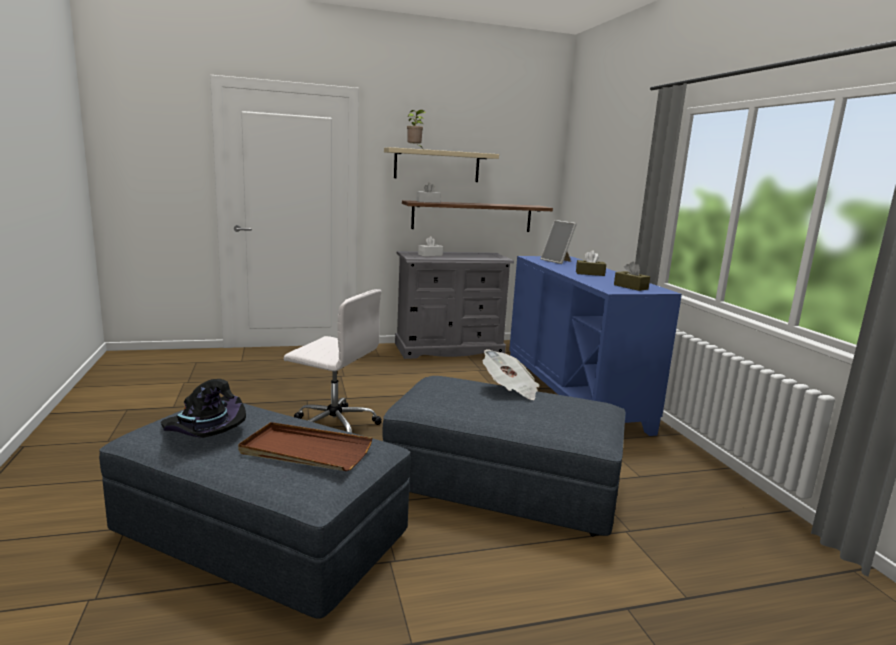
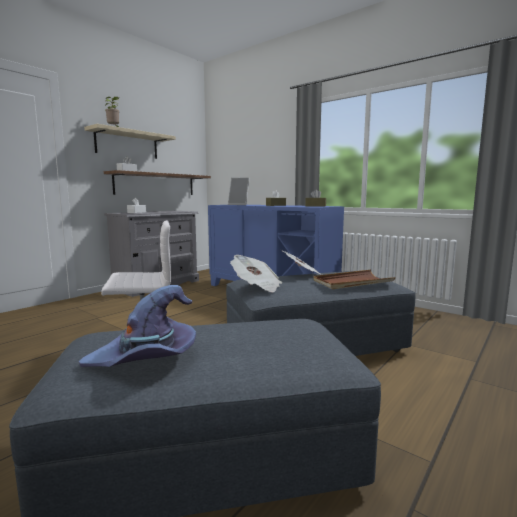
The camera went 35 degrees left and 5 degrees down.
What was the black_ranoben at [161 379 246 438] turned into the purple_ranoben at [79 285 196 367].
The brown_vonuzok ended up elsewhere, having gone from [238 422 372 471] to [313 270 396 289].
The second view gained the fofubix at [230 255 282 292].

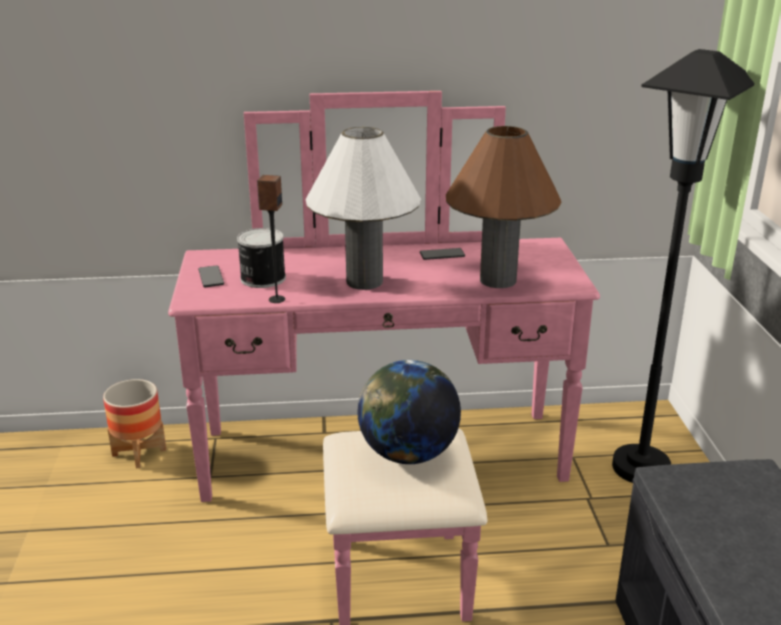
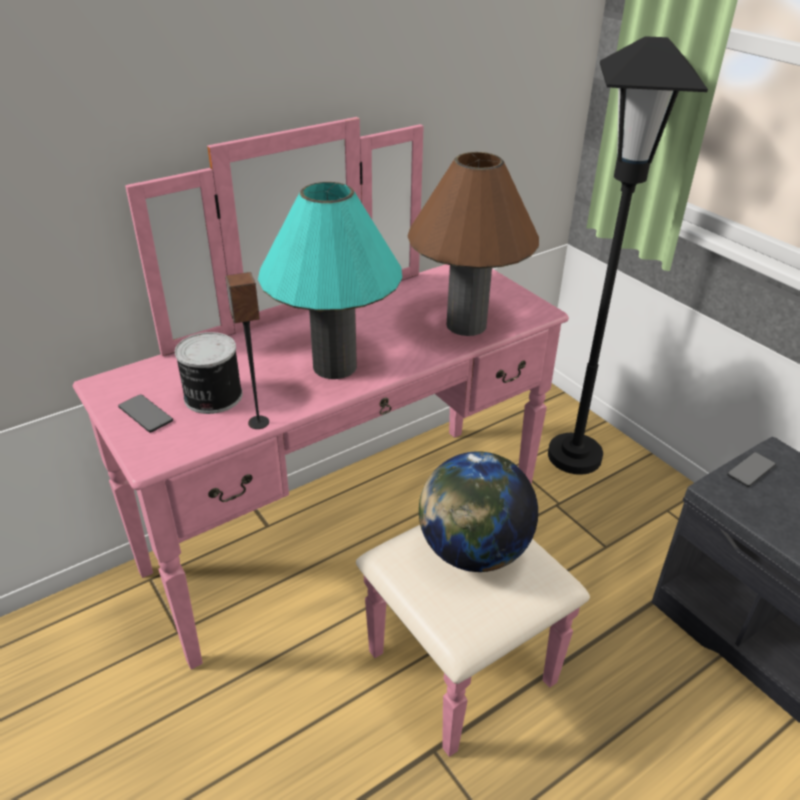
The camera went 30 degrees left and 10 degrees up.
What was the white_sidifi at [306 127 421 290] turned into the turquoise_sidifi at [258 182 402 379].
The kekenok ended up elsewhere, having gone from [420 248 465 260] to [727 452 776 487].
The second view lost the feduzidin at [103 379 166 468].

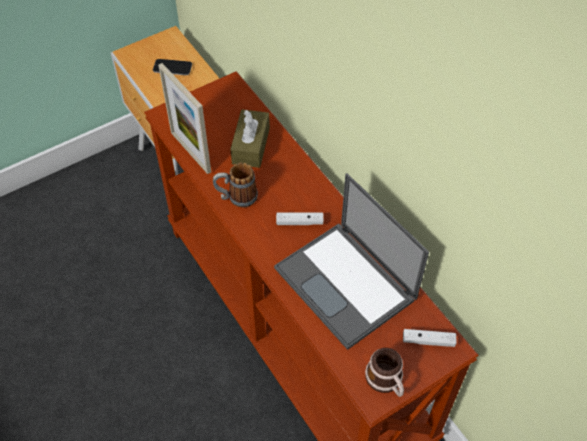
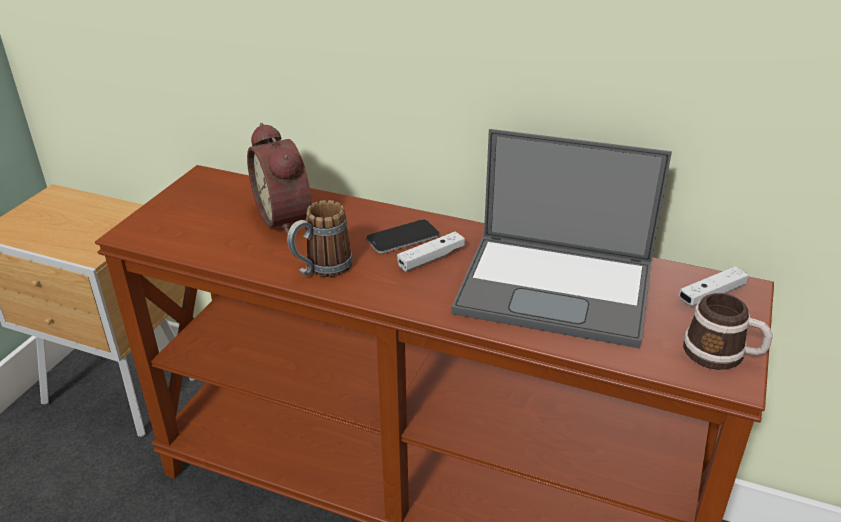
The camera went 35 degrees left and 20 degrees down.
The kekenok ended up elsewhere, having gone from [153 59 192 75] to [366 220 440 254].
The second view lost the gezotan at [158 63 211 174].
Where the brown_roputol stood at [230 109 270 168], the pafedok came to stand at [247 123 312 235].

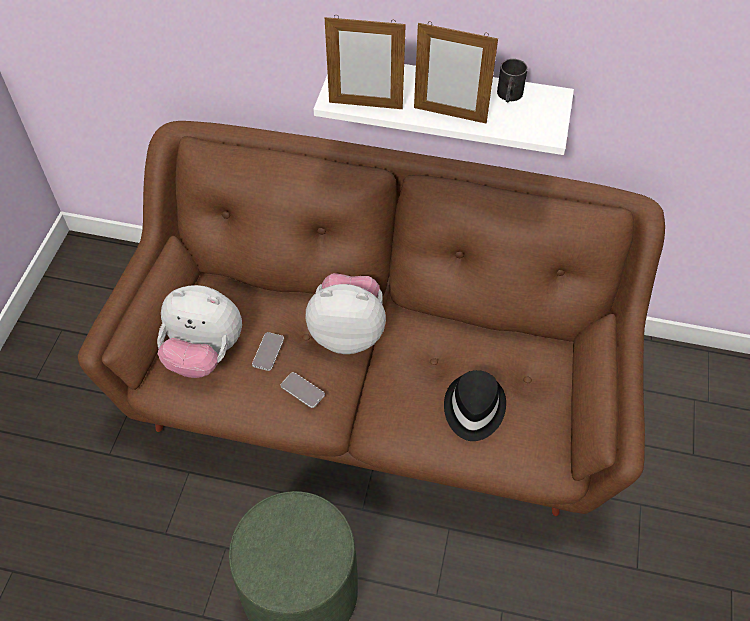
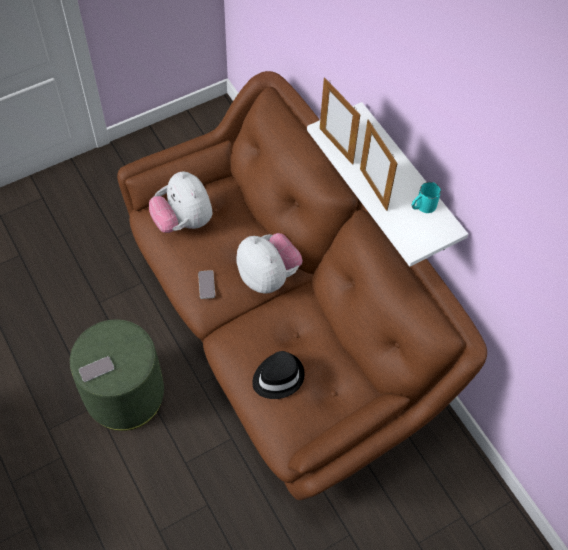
The camera went 45 degrees right and 5 degrees up.
What was the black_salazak at [497 59 528 102] turned into the turquoise_salazak at [411 182 441 213].
The kekenok ended up elsewhere, having gone from [252 332 284 371] to [79 356 114 382].

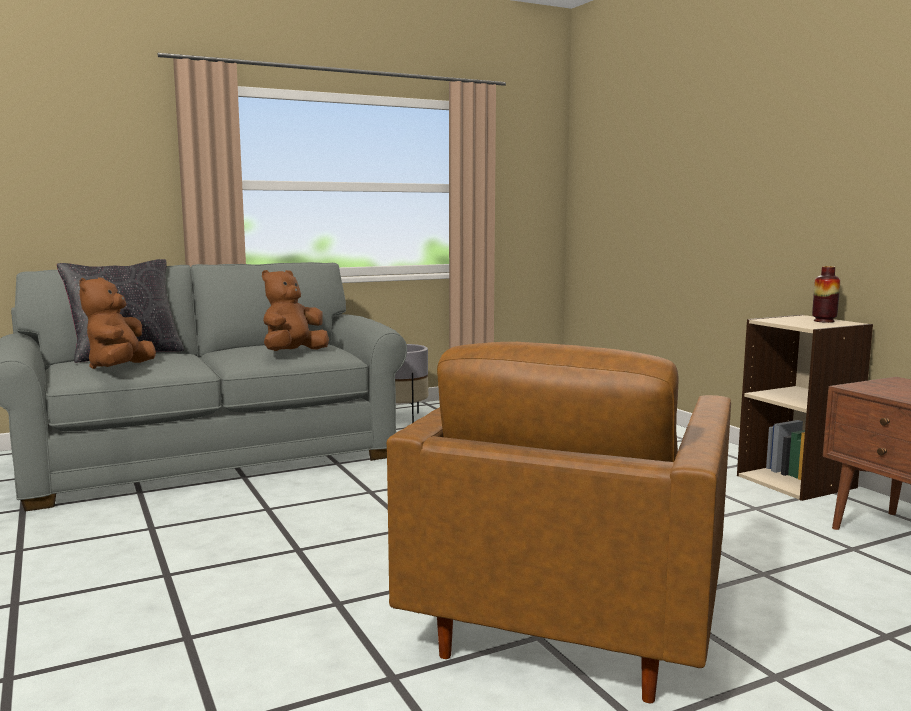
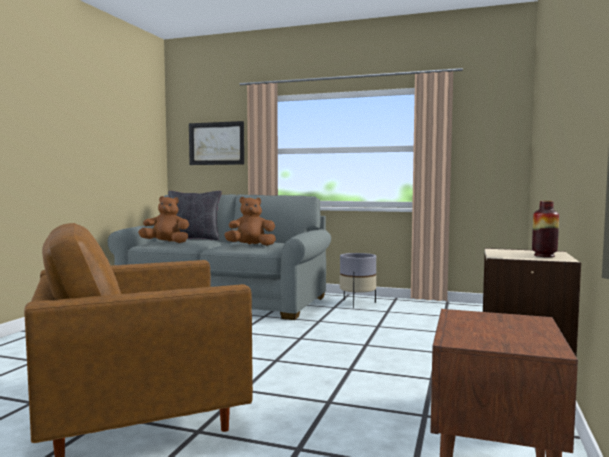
The camera went 45 degrees right and 5 degrees down.
The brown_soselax at [79 277 156 369] ended up facing another way, 45 degrees clockwise from before.
The second view gained the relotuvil at [189 121 244 165].

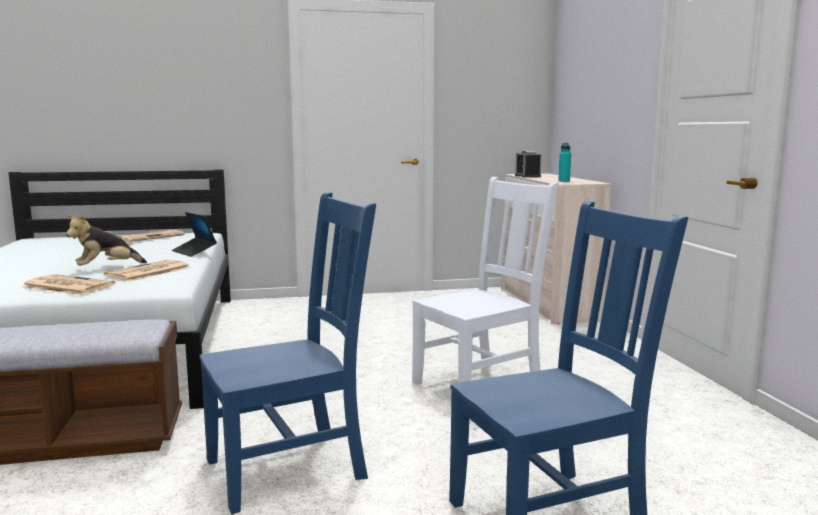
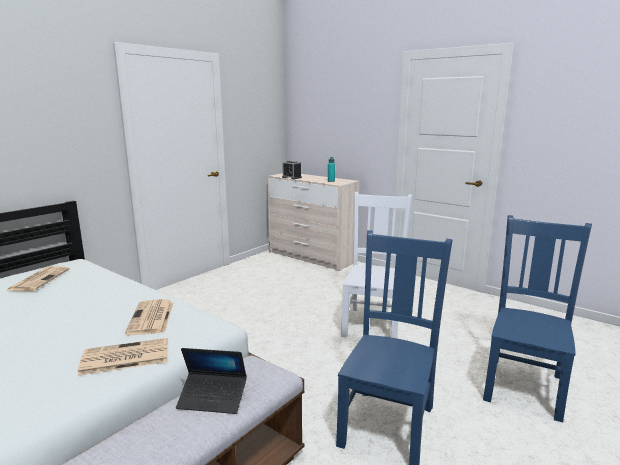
The camera went 40 degrees left and 5 degrees up.
The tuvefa ended up elsewhere, having gone from [172 212 217 257] to [176 348 247 414].
The second view lost the soselax at [66 214 147 266].

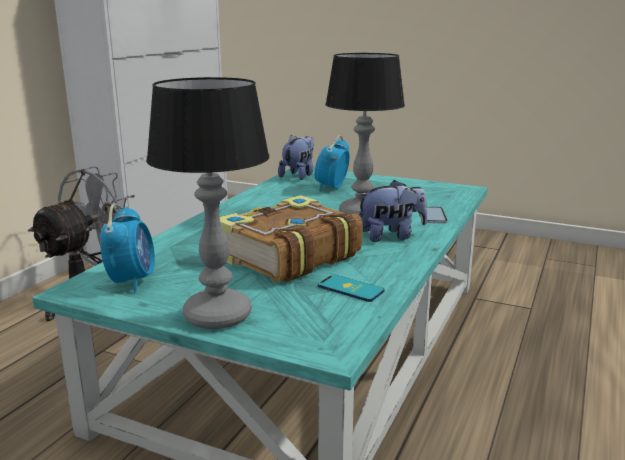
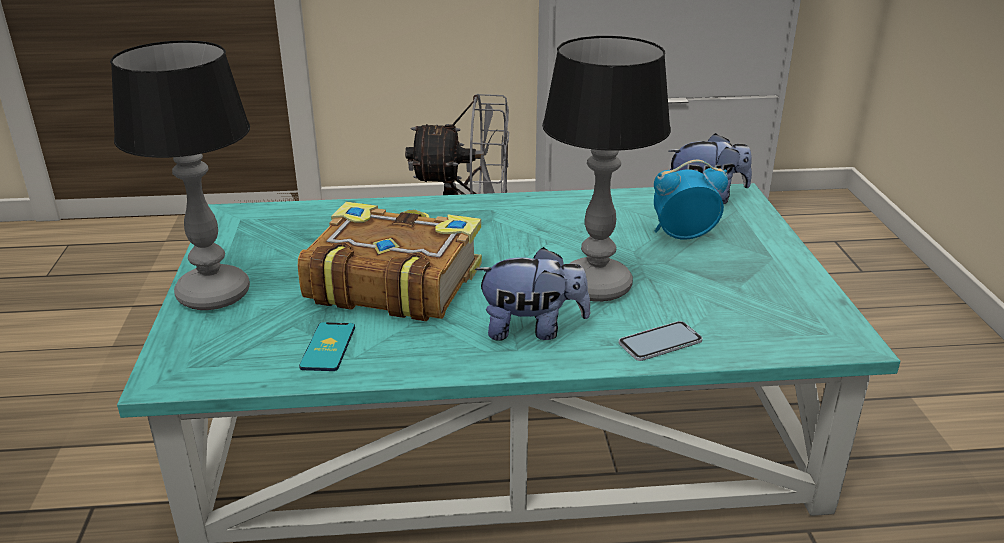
The camera went 60 degrees right and 10 degrees up.
The soselax at [357 180 427 242] ended up facing another way, 45 degrees counterclockwise from before.
The second view lost the pafedok at [100 203 155 293].

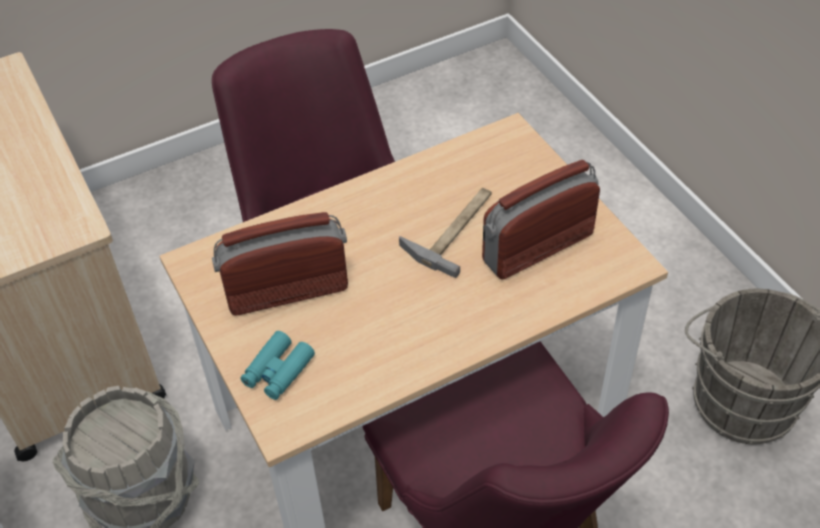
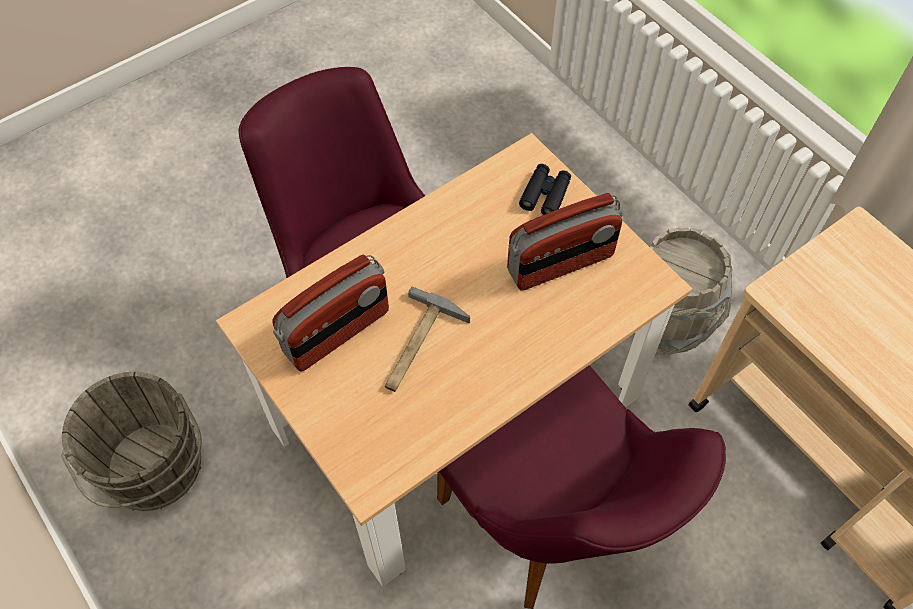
The camera went 170 degrees right and 10 degrees up.
What was the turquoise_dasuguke at [241 331 315 400] turned into the black_dasuguke at [519 164 571 215].

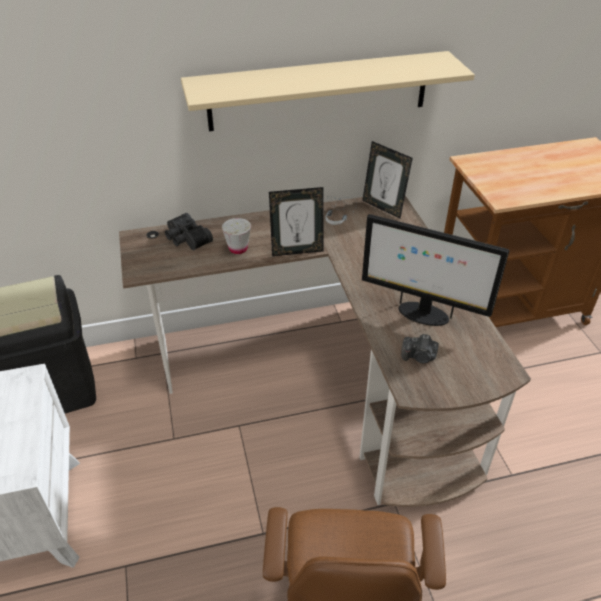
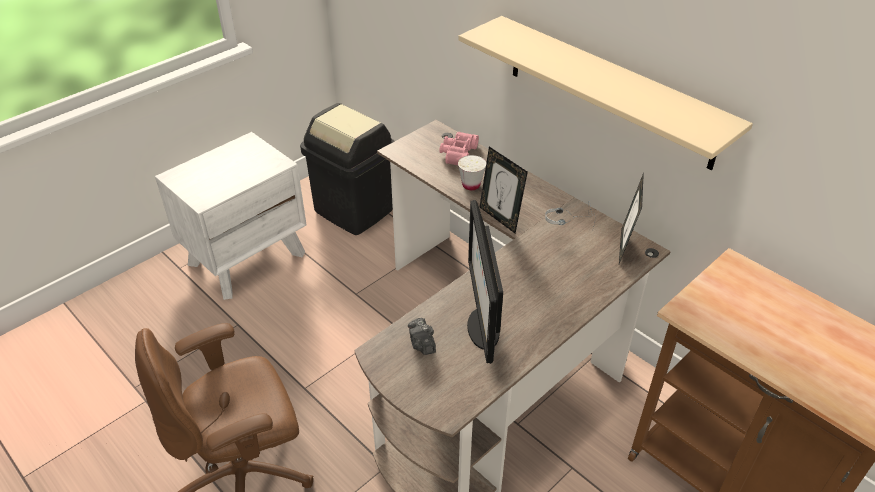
The camera went 60 degrees right and 0 degrees up.
What was the black_dasuguke at [165 213 213 250] turned into the pink_dasuguke at [439 132 479 165].

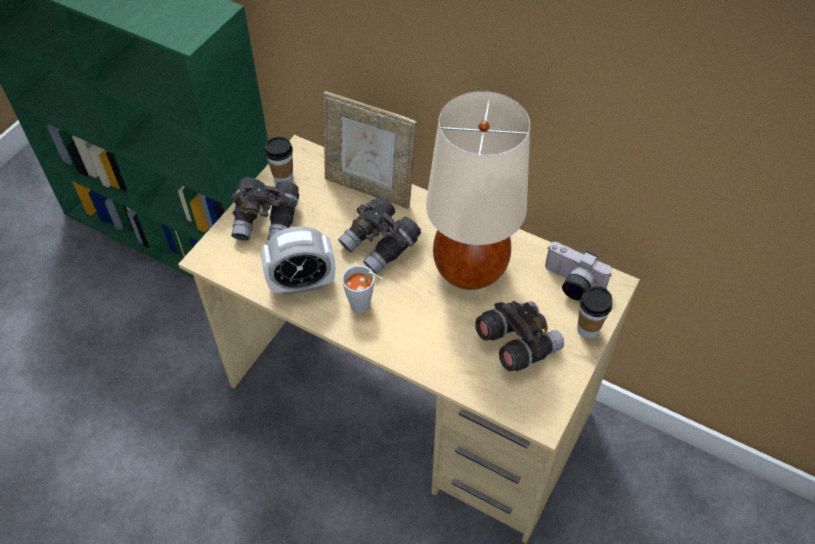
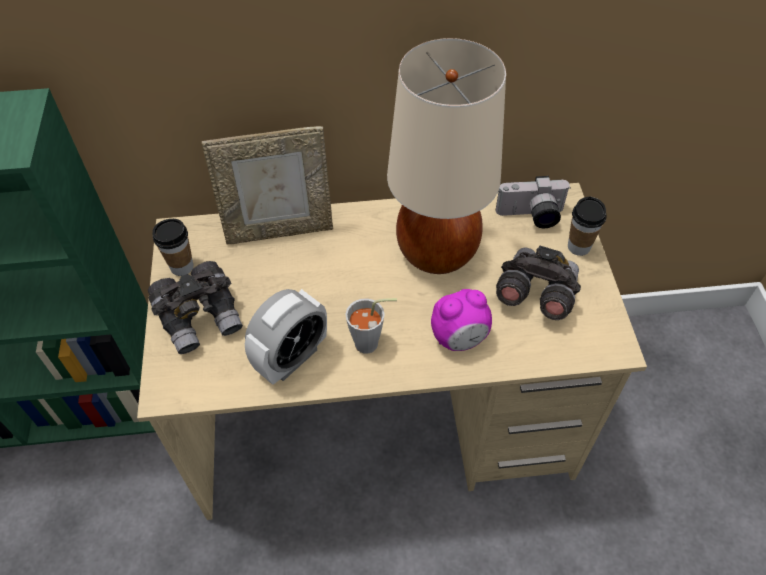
The camera went 35 degrees left and 0 degrees up.
The second view lost the grey_dasuguke at [338 196 421 274].
The second view gained the pafedok at [431 289 492 351].

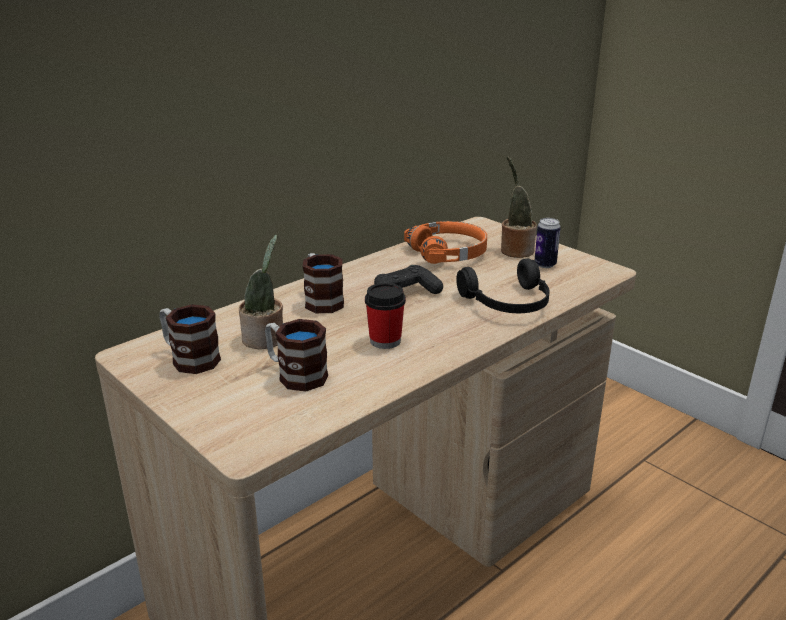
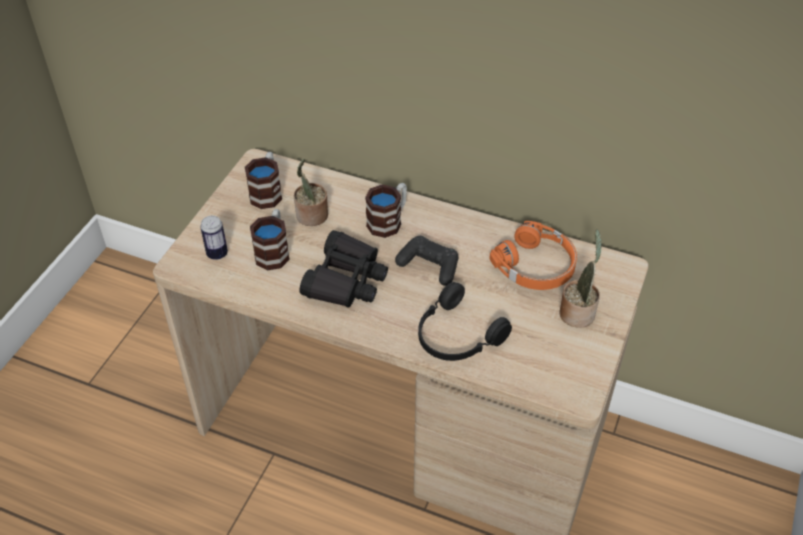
The camera went 65 degrees right and 20 degrees up.
The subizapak ended up elsewhere, having gone from [534 218 561 268] to [200 216 228 260].
Where the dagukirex stood at [365 283 406 349], the black_dasuguke came to stand at [299 230 388 308].

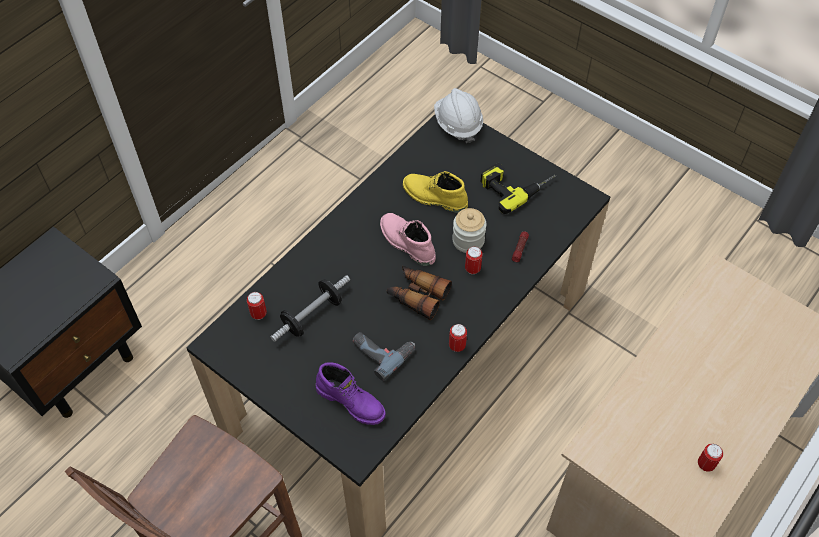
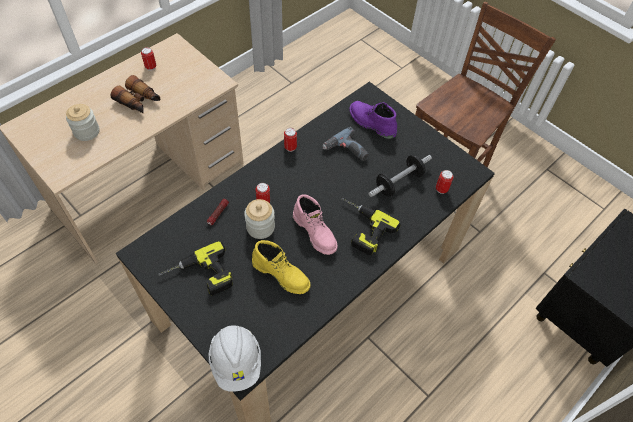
The camera went 175 degrees left and 0 degrees up.
The dasuguke ended up elsewhere, having gone from [387 266 452 320] to [111 75 161 113].
The second view gained the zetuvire at [66 104 100 141].
The second view gained the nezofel at [341 198 401 255].

